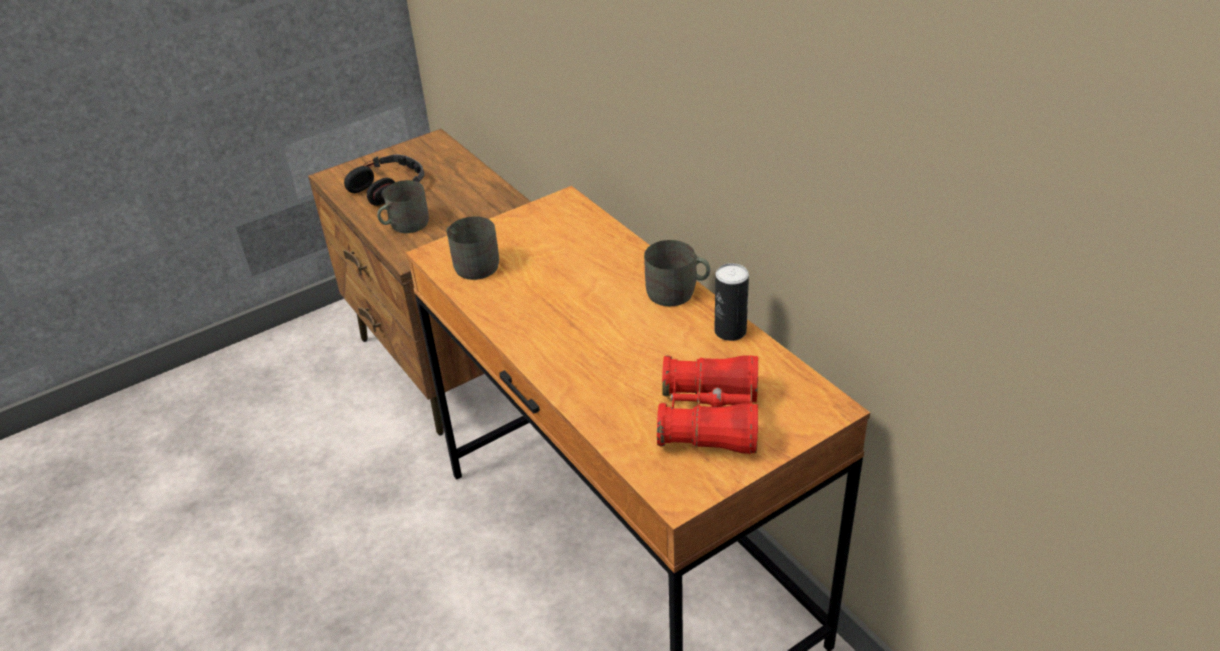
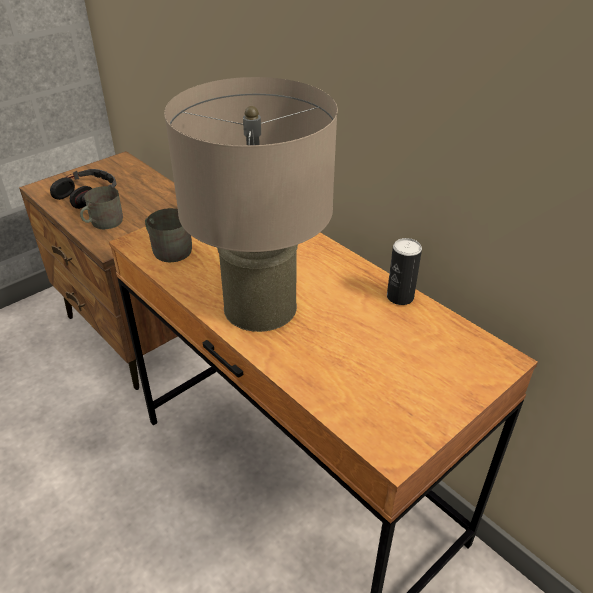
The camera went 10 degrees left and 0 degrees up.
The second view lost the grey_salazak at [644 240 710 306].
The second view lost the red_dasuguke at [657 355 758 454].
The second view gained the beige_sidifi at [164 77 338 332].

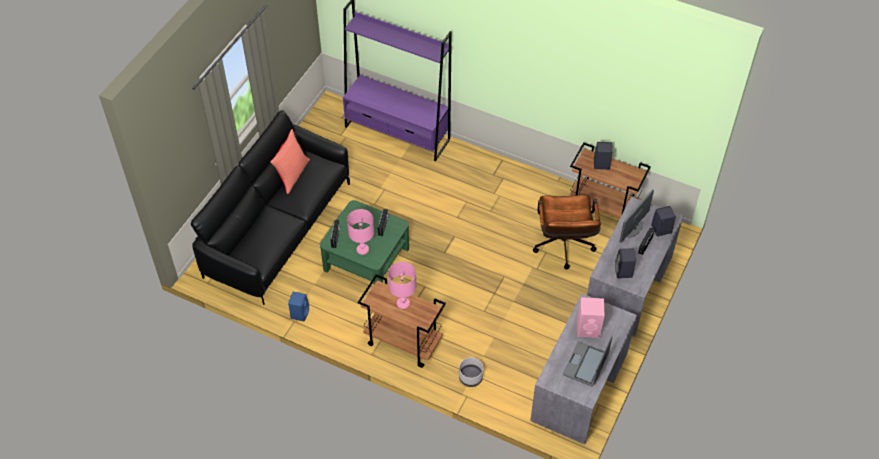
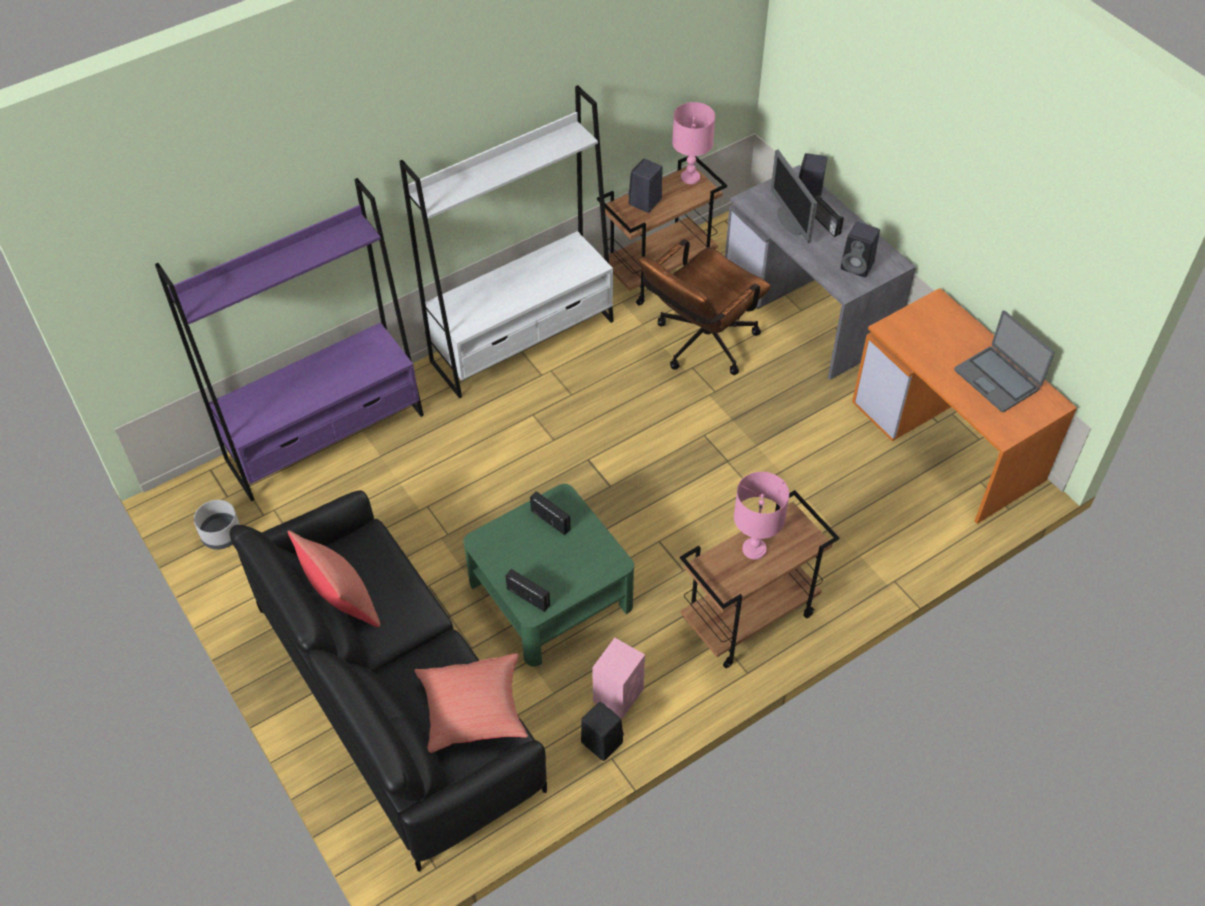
The camera went 60 degrees left and 0 degrees up.
The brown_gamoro at [533 195 601 270] ended up facing another way, 105 degrees clockwise from before.
The pink_sidifi ended up elsewhere, having gone from [347 209 374 255] to [672 102 715 184].
What was the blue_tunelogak at [288 292 309 322] turned into the black_tunelogak at [581 702 624 761].
What was the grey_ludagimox at [530 293 637 445] turned into the orange_ludagimox at [852 288 1077 524].
The pink_tunelogak ended up elsewhere, having gone from [577 297 604 338] to [592 638 645 719].
The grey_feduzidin ended up elsewhere, having gone from [459 357 483 387] to [194 500 240 549].
The second view gained the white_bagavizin at [399 85 614 399].
The second view gained the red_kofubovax at [414 653 528 753].

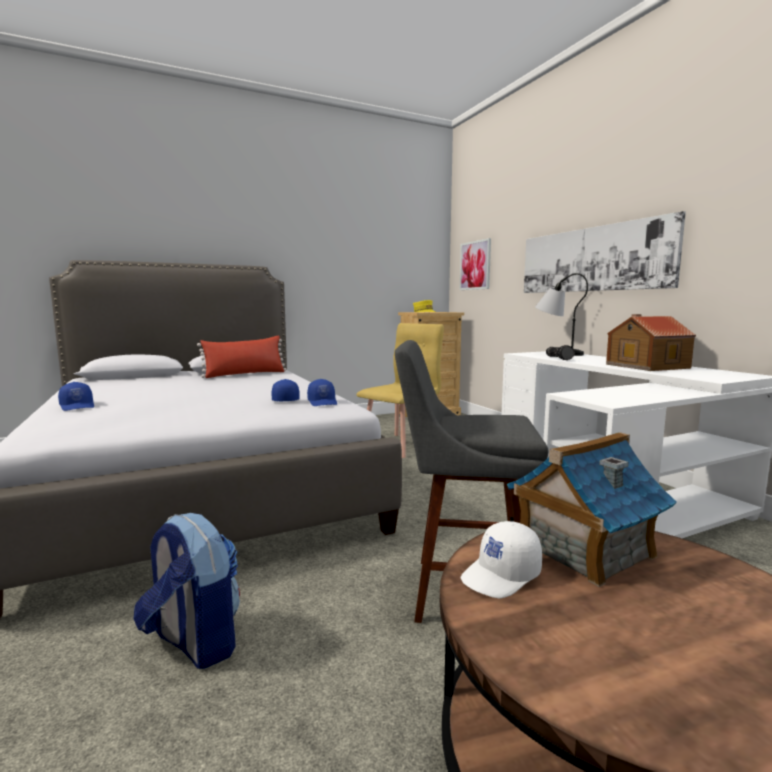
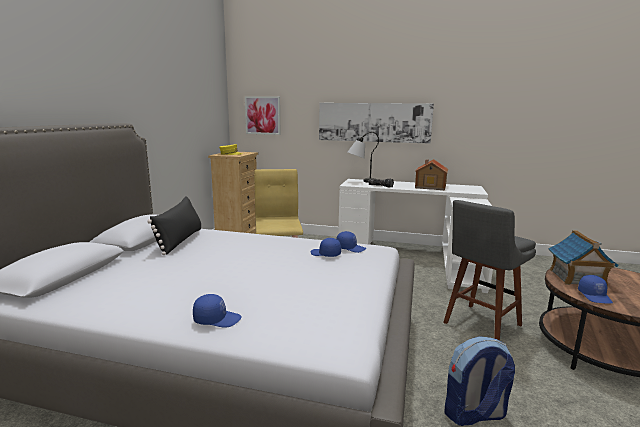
The camera went 50 degrees left and 5 degrees up.
What was the red_kofubovax at [197 336 286 378] turned into the black_kofubovax at [147 196 201 255].
What was the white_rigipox at [460 521 542 598] turned into the blue_rigipox at [578 275 613 304].

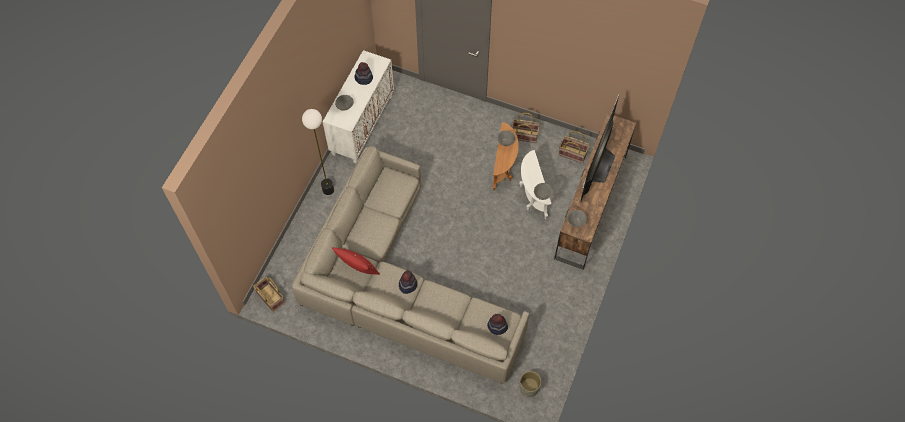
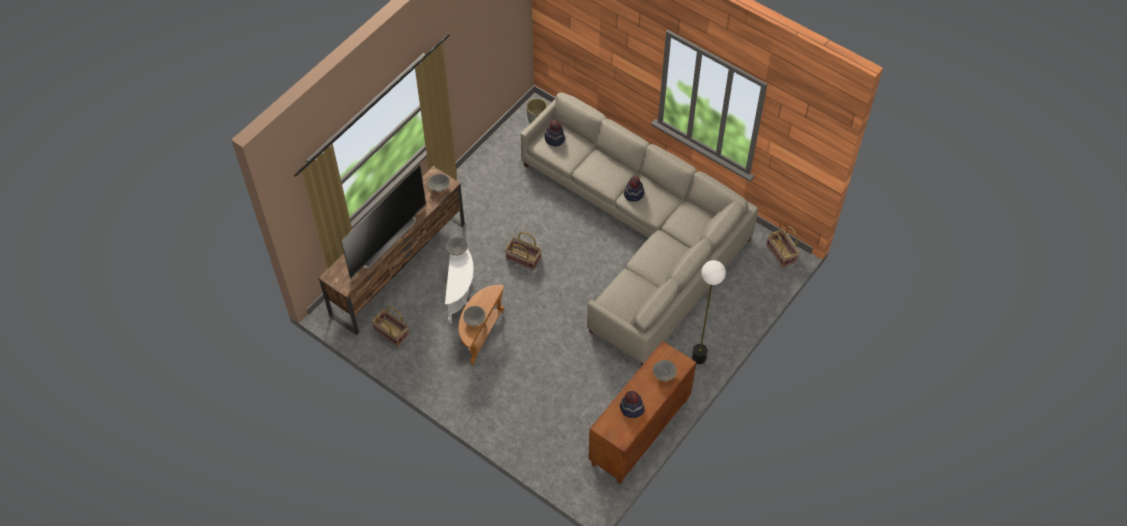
The camera went 165 degrees left and 5 degrees down.
What was the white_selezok at [323 50 394 163] turned into the brown_selezok at [588 341 696 484].
The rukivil ended up elsewhere, having gone from [512 113 540 143] to [505 232 541 271].
The second view lost the red_kofubovax at [332 248 380 275].

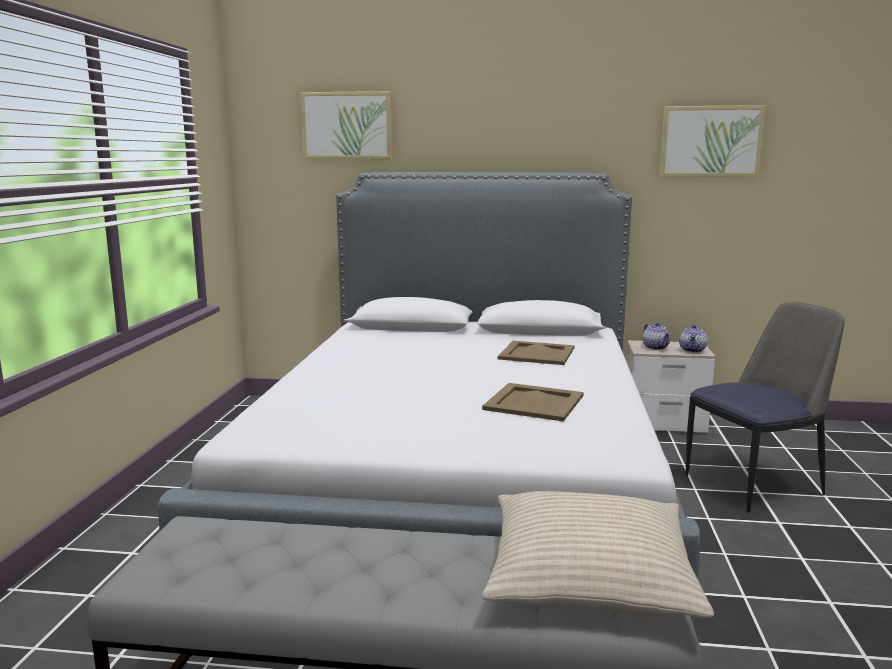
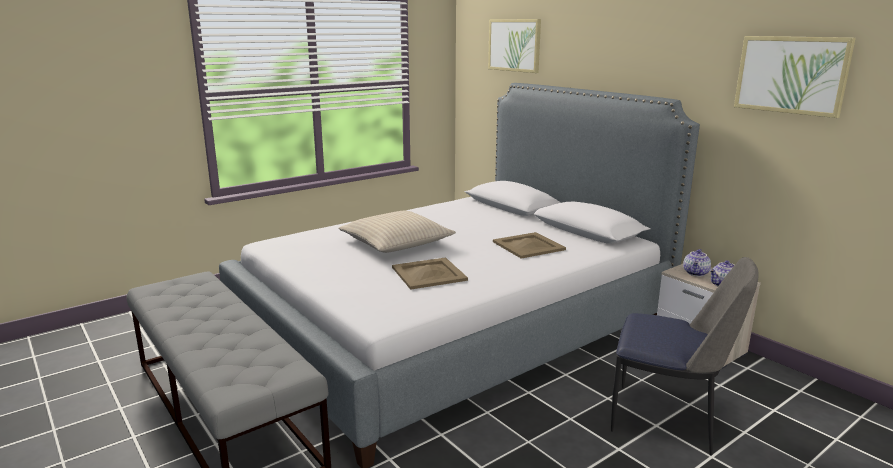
The camera went 45 degrees right and 5 degrees up.
The beige_kofubovax ended up elsewhere, having gone from [482 491 714 618] to [338 211 456 253].

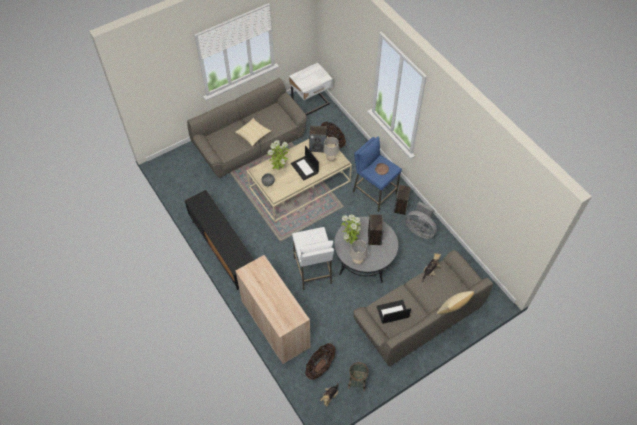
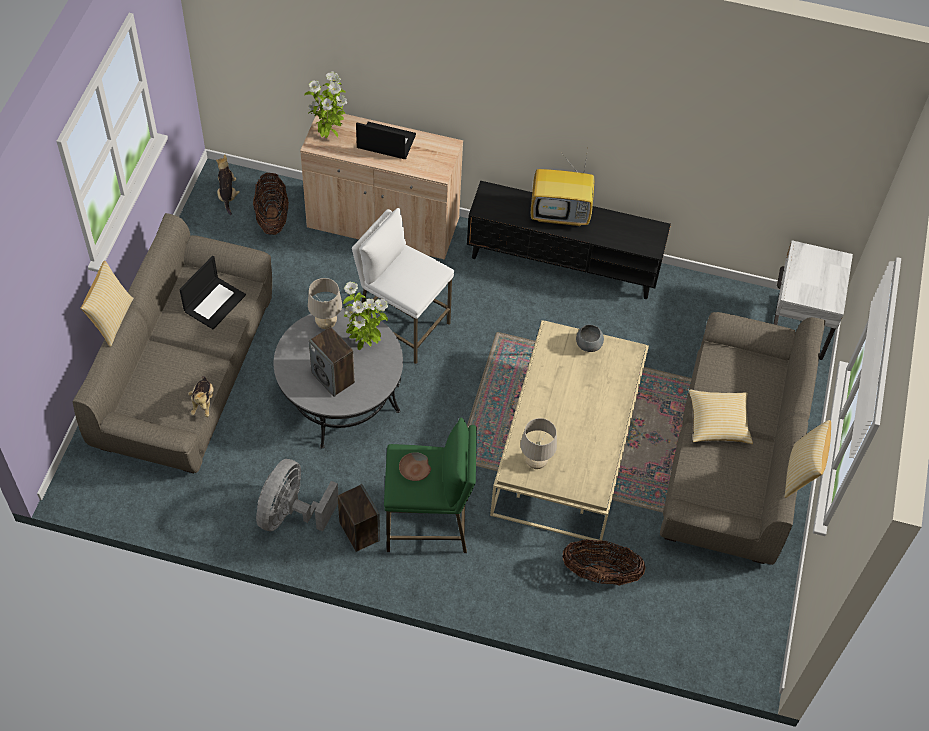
The camera went 135 degrees right and 0 degrees up.
The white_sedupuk ended up elsewhere, having gone from [289 63 333 116] to [774 240 853 360].
The second view lost the tunelogak at [309 126 327 152].
What was the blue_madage at [353 136 402 212] turned into the green_madage at [384 418 477 553].
The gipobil ended up elsewhere, having gone from [267 140 290 170] to [304 71 347 138].
The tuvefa ended up elsewhere, having gone from [291 145 319 181] to [356 122 416 159].
The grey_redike at [405 201 437 239] ended up facing another way, 60 degrees counterclockwise from before.
The second view lost the rukivil at [348 362 369 392].
The second view gained the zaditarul at [531 151 595 226].
The second view gained the kofubovax at [785 420 831 498].

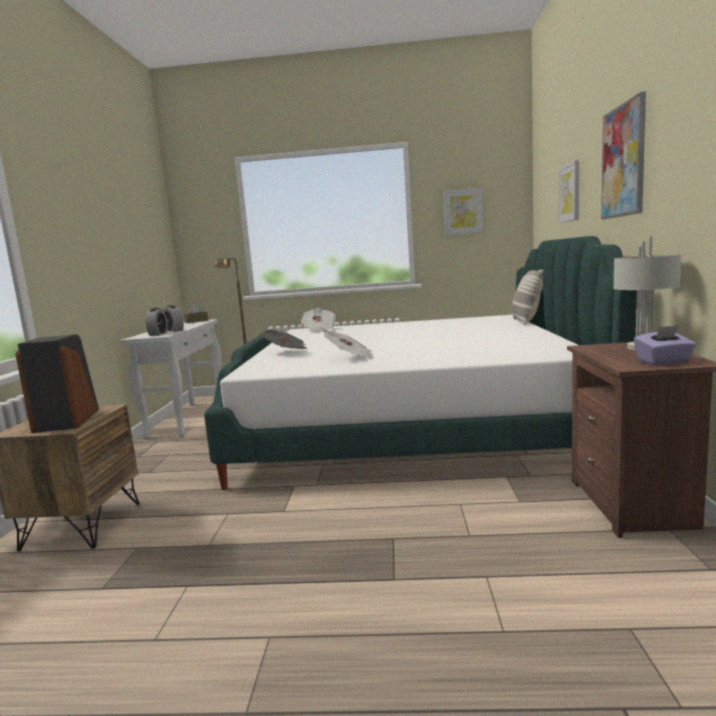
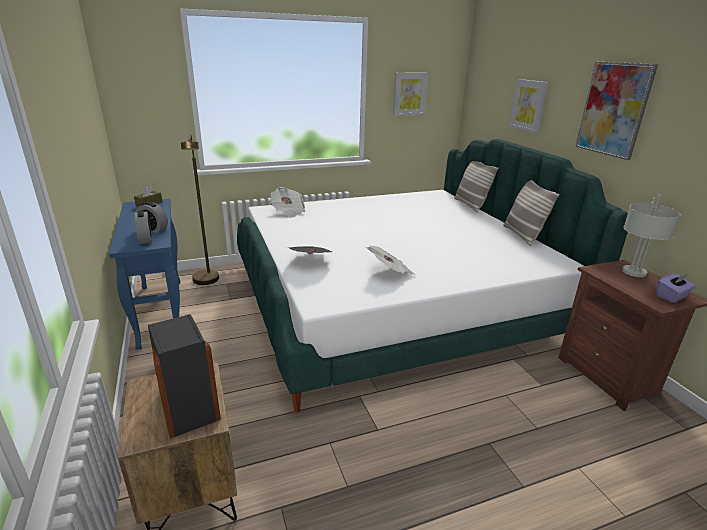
The camera went 25 degrees left and 15 degrees up.
What was the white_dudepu at [121 319 221 439] turned into the blue_dudepu at [109 199 180 349].
The second view gained the kofubovax at [503 180 559 246].

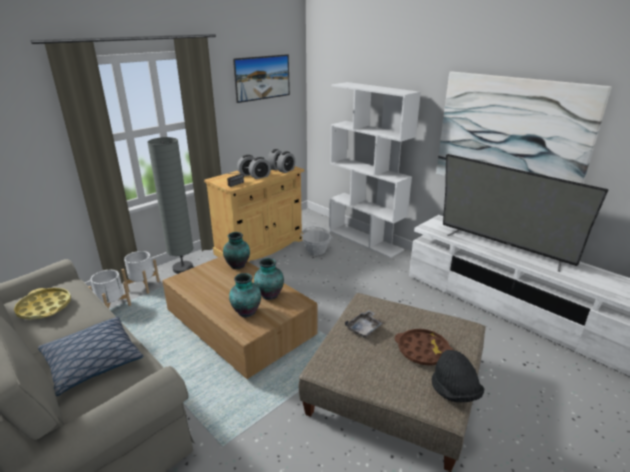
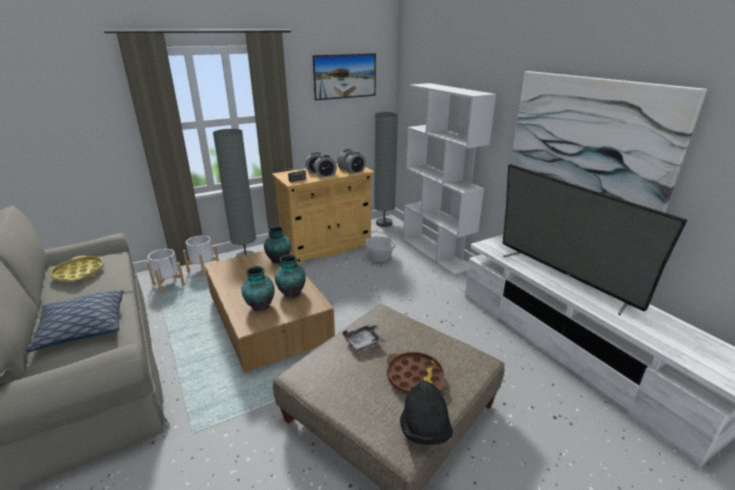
The camera went 15 degrees right and 0 degrees up.
The second view gained the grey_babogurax at [374 112 398 227].

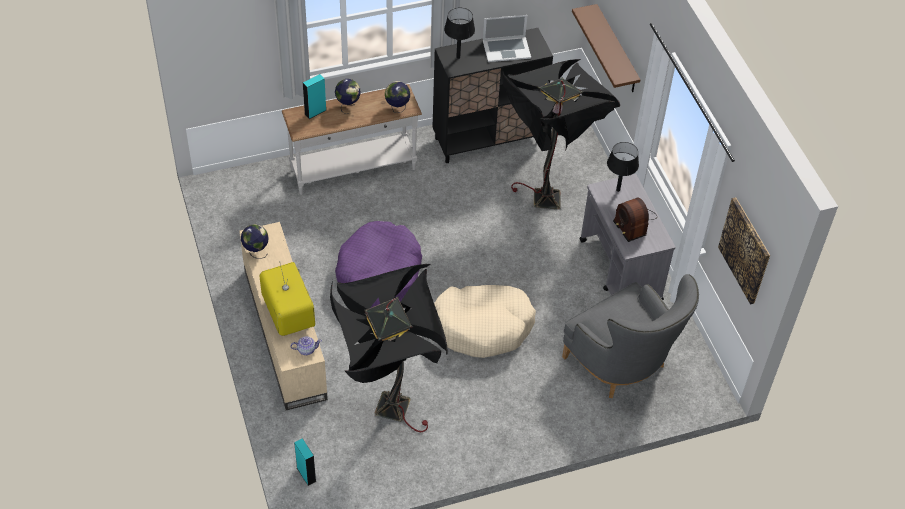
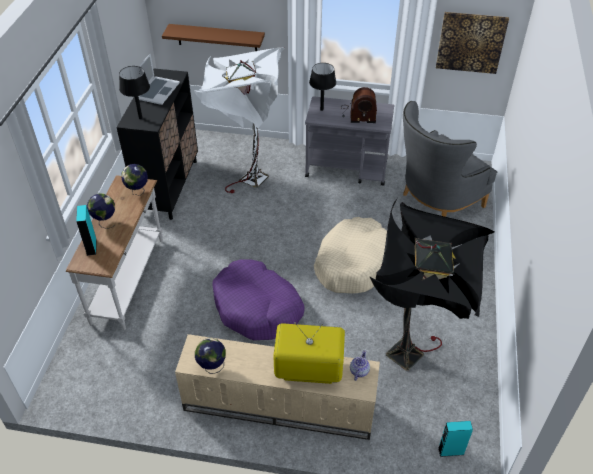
The camera went 60 degrees left and 5 degrees down.
What was the black_babogurax at [502 59 620 210] turned into the white_babogurax at [193 48 285 193].
The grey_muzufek at [562 274 699 398] ended up facing another way, 150 degrees clockwise from before.

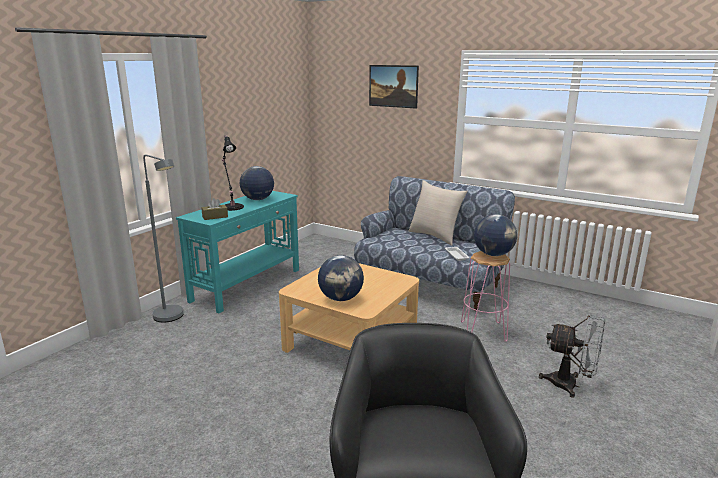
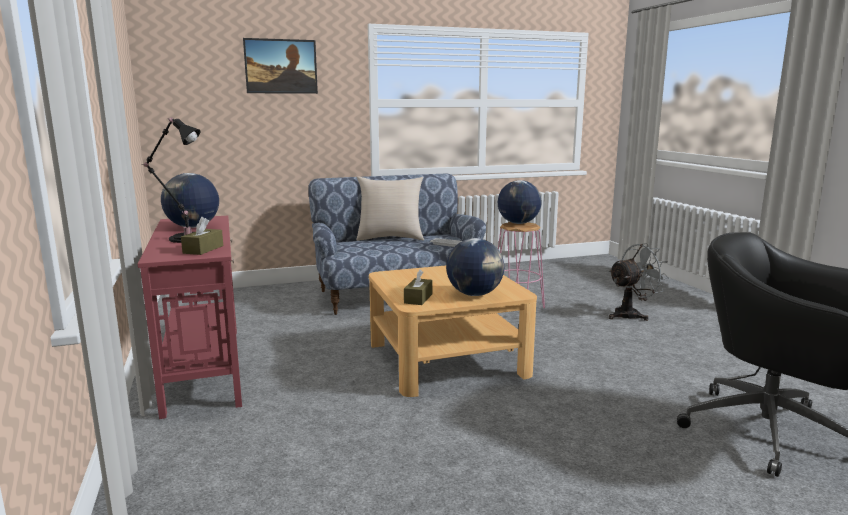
The camera went 50 degrees left and 5 degrees down.
The second view lost the grey_babogurax at [143 155 184 322].
What was the turquoise_dudepu at [176 191 299 313] turned into the red_dudepu at [138 216 242 419].
The second view gained the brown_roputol at [404 269 432 305].

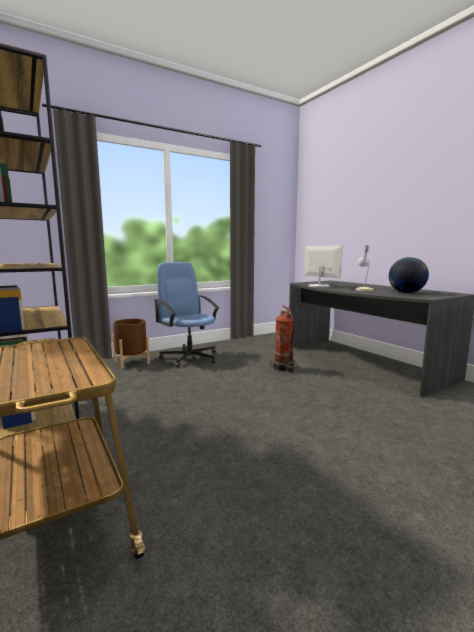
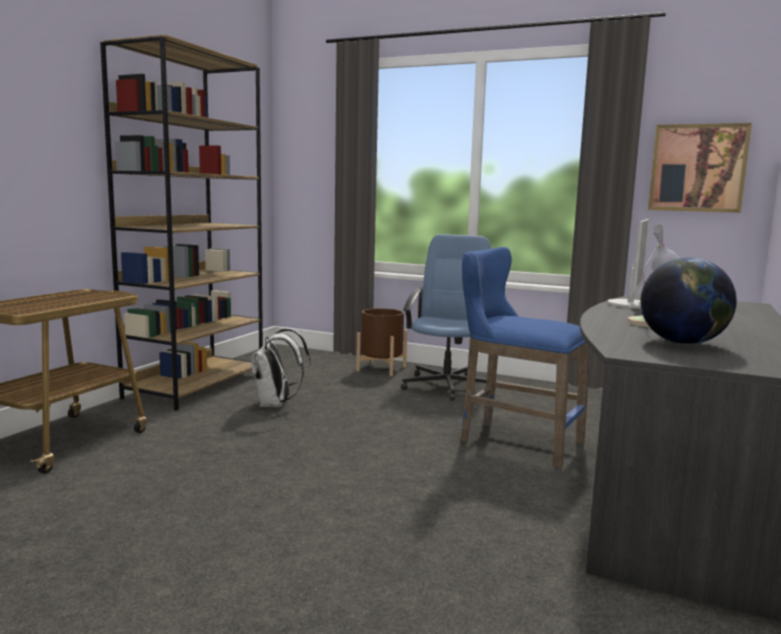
The camera went 55 degrees right and 0 degrees up.
Where the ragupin stood at [270 305 297 372], the blue_madage came to stand at [461 247 590 468].
The second view gained the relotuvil at [648 123 752 213].
The second view gained the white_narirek at [251 328 310 407].

